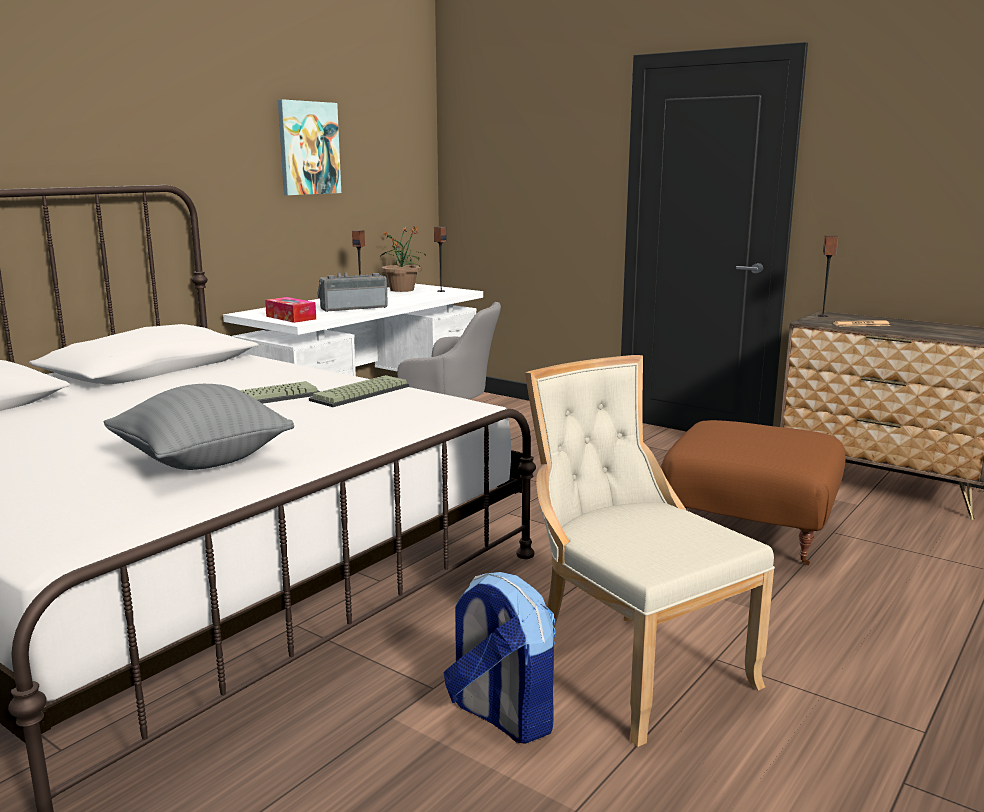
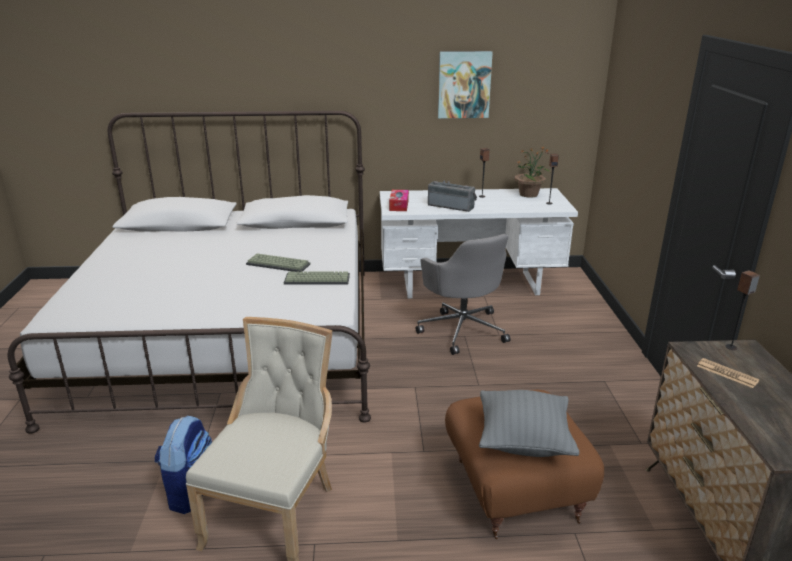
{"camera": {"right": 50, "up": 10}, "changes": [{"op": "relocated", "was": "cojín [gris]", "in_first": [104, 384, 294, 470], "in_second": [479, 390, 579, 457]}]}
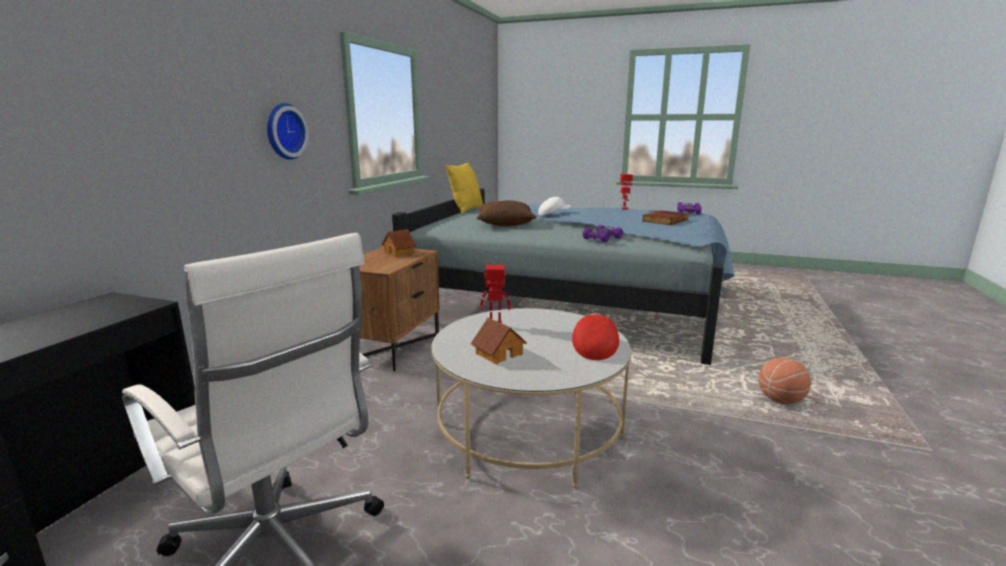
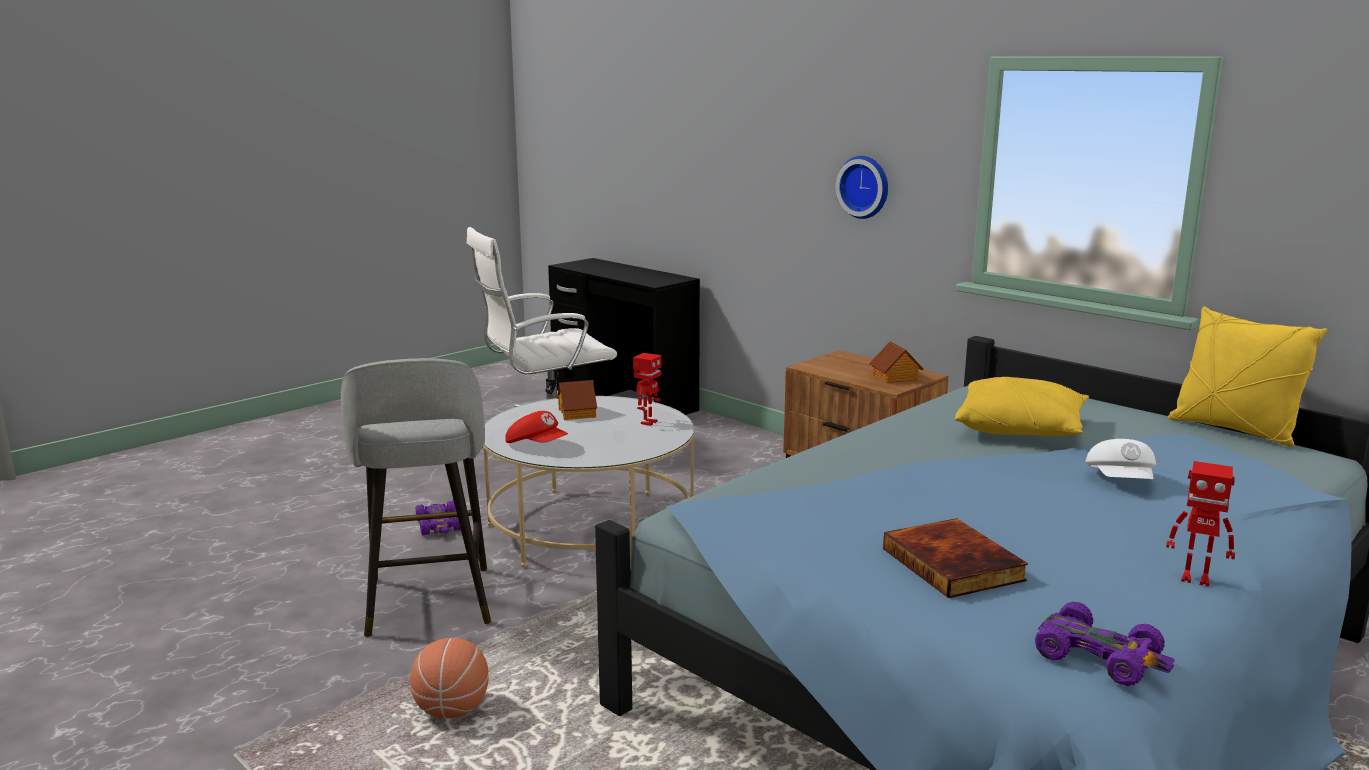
{"camera": {"right": 115, "up": 0}, "changes": [{"op": "colour", "was": "cojín [marrón]", "now": "cojín [amarillo]", "in_first": [477, 200, 537, 226], "in_second": [955, 377, 1089, 436]}, {"op": "relocated", "was": "coche de juguete [morado]", "in_first": [583, 225, 623, 242], "in_second": [416, 500, 461, 536]}, {"op": "appeared", "now": "taburete [gris]", "in_second": [341, 358, 491, 637]}]}
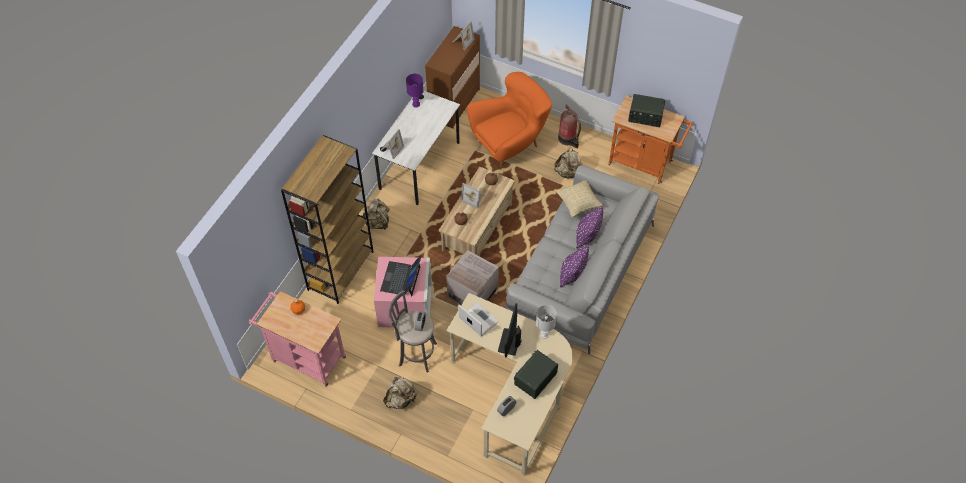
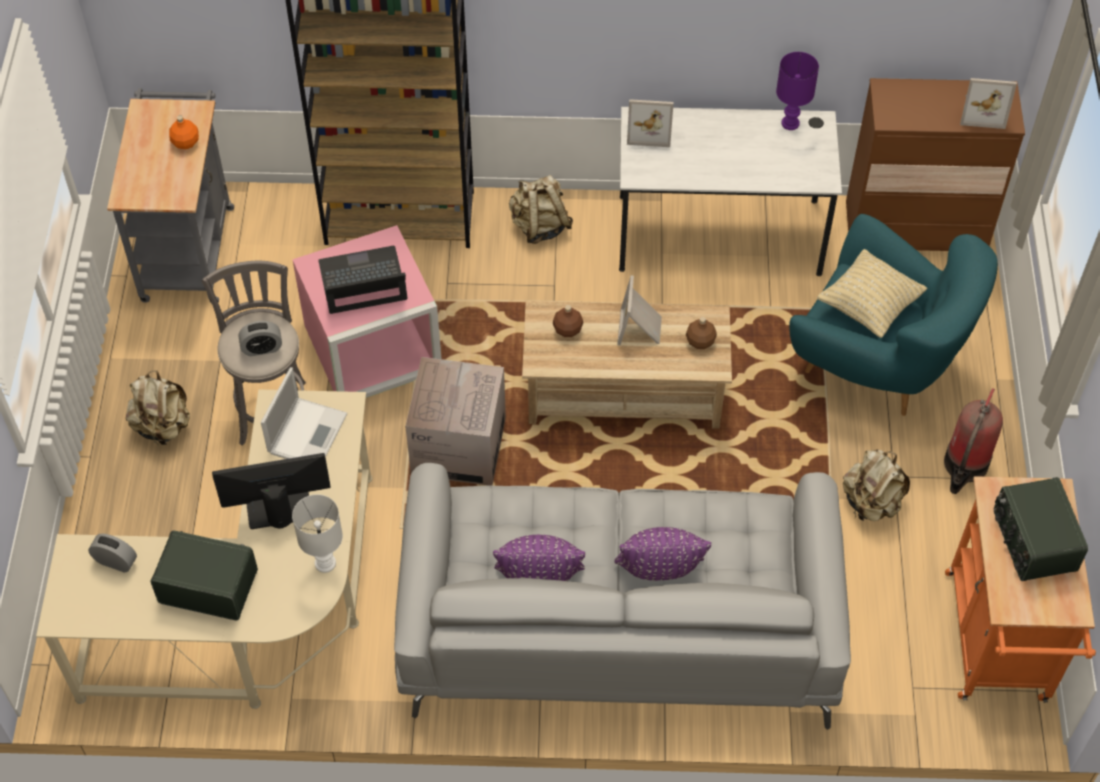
{"camera": {"right": 65, "up": 0}, "changes": [{"op": "colour", "was": "carrito [rosa]", "now": "carrito [gris]", "in_first": [249, 291, 346, 386], "in_second": [107, 88, 234, 303]}, {"op": "colour", "was": "sillón [naranja]", "now": "sillón [turquesa]", "in_first": [467, 72, 552, 167], "in_second": [789, 214, 998, 416]}, {"op": "relocated", "was": "cojín [beis]", "in_first": [556, 180, 602, 217], "in_second": [817, 249, 927, 338]}]}
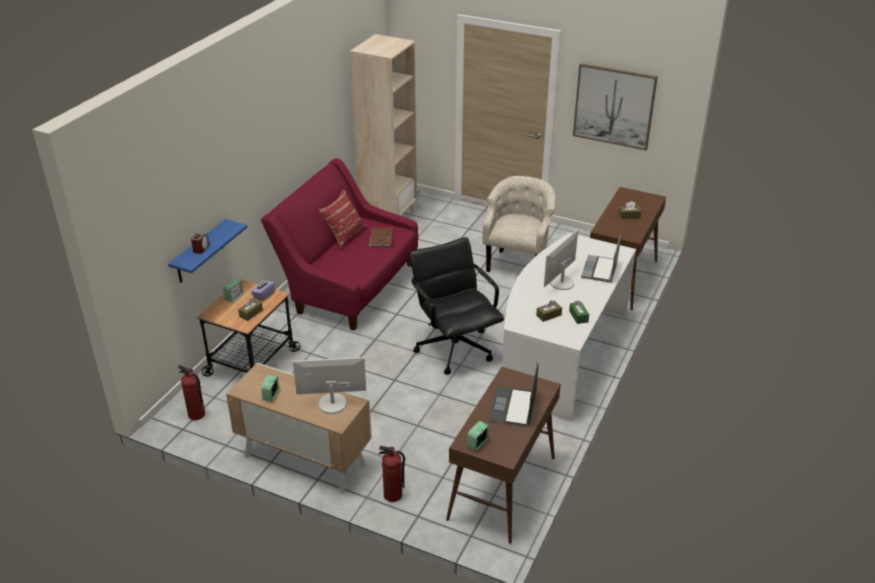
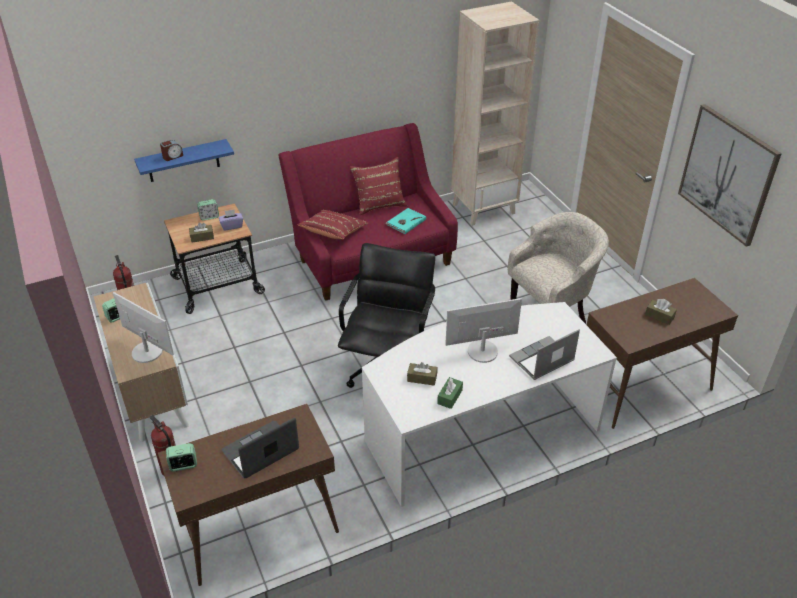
{"camera": {"right": 40, "up": 5}, "changes": [{"op": "colour", "was": "libro [marrón]", "now": "libro [turquesa]", "in_first": [369, 228, 394, 247], "in_second": [385, 208, 426, 234]}, {"op": "appeared", "now": "cojín [rojo]", "in_second": [298, 210, 368, 239]}]}
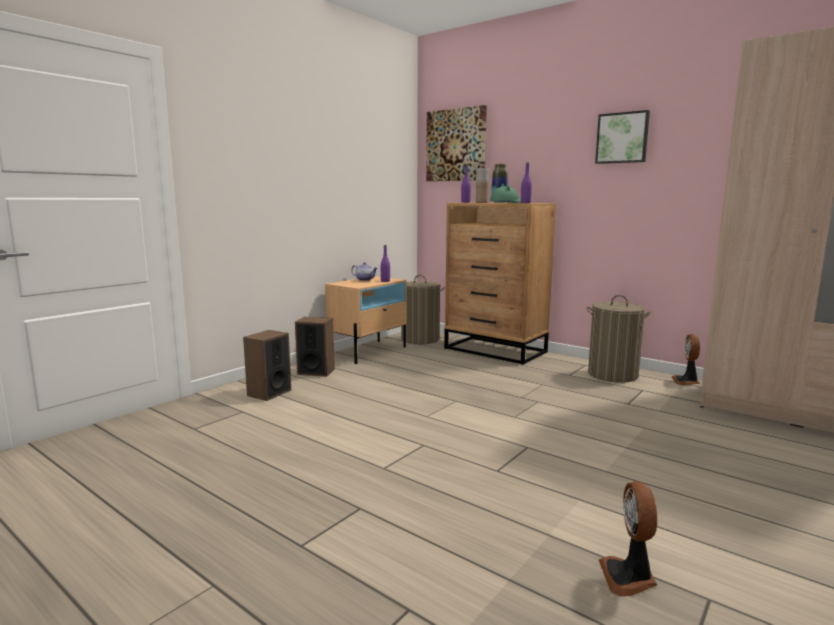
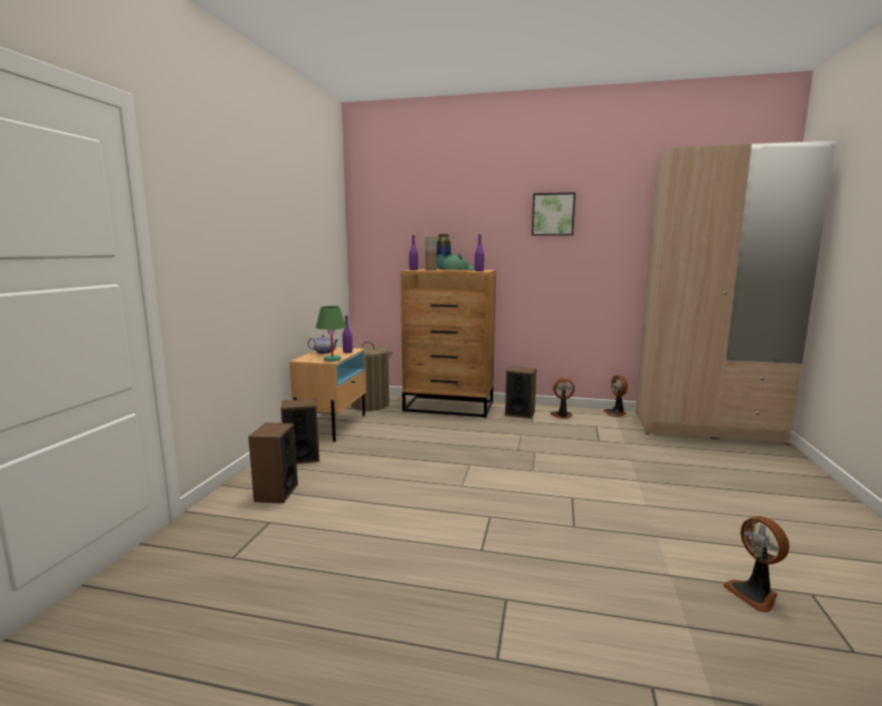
{"camera": {"right": -25, "up": 0}, "changes": [{"op": "missing", "was": "cuadro", "in_first": [426, 105, 487, 181]}, {"op": "exchanged", "was": "cesto de la ropa", "now": "ventilador", "in_first": [586, 295, 651, 383], "in_second": [550, 377, 575, 419]}, {"op": "appeared", "now": "lámpara de mesa [verde]", "in_second": [316, 306, 346, 361]}, {"op": "appeared", "now": "altavoz", "in_second": [505, 367, 536, 419]}]}
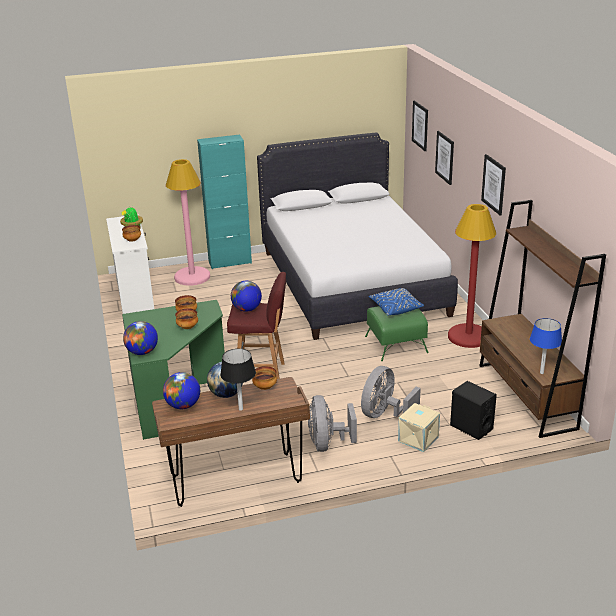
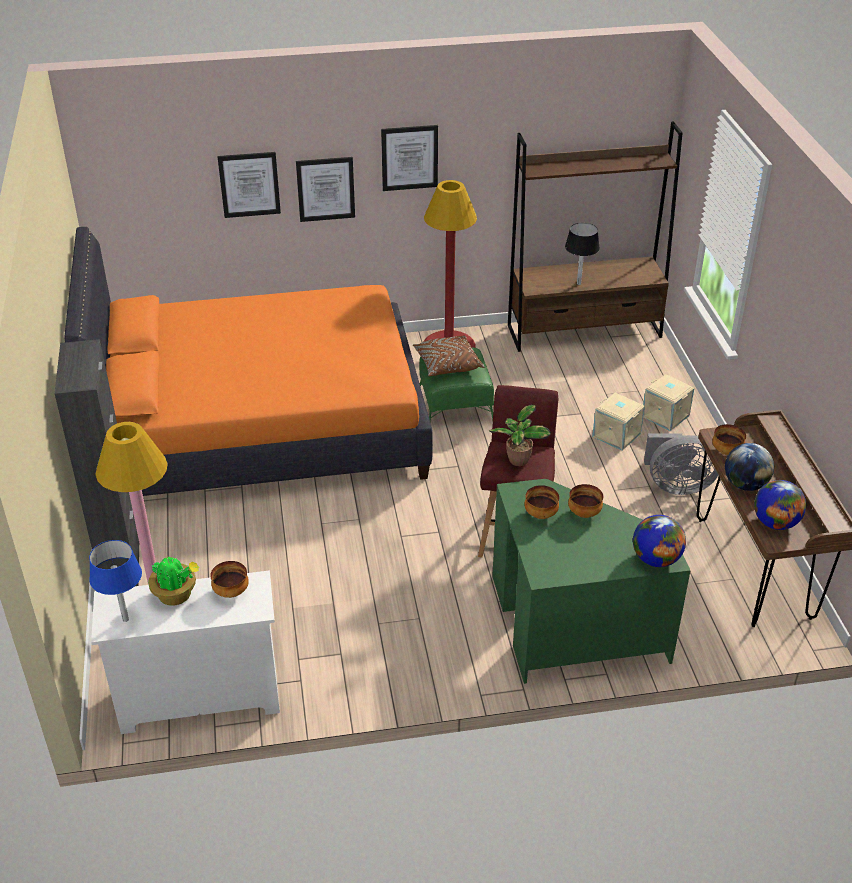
{"camera": {"right": -85, "up": 10}, "changes": [{"op": "colour", "was": "armario [turquesa]", "now": "armario [negro]", "in_first": [197, 135, 252, 269], "in_second": [55, 339, 139, 586]}, {"op": "relocated", "was": "lámpara de mesa [negro]", "in_first": [220, 348, 256, 411], "in_second": [565, 223, 600, 285]}, {"op": "exchanged", "was": "globo terráqueo", "now": "planta en maceta", "in_first": [231, 281, 262, 312], "in_second": [489, 404, 551, 466]}, {"op": "colour", "was": "cama [blanco]", "now": "cama [naranja]", "in_first": [257, 132, 458, 340], "in_second": [64, 227, 433, 496]}, {"op": "exchanged", "was": "ventilador [gris]", "now": "caja de almacenaje [beis]", "in_first": [361, 366, 421, 418], "in_second": [592, 393, 645, 451]}, {"op": "colour", "was": "cojín [azul]", "now": "cojín [marrón]", "in_first": [369, 288, 424, 316], "in_second": [413, 335, 485, 376]}, {"op": "relocated", "was": "cuadro", "in_first": [412, 100, 428, 151], "in_second": [296, 157, 355, 222]}, {"op": "missing", "was": "altavoz [negro]", "in_first": [450, 381, 497, 440]}, {"op": "relocated", "was": "lámpara de mesa [azul]", "in_first": [530, 318, 562, 374], "in_second": [89, 540, 142, 622]}]}
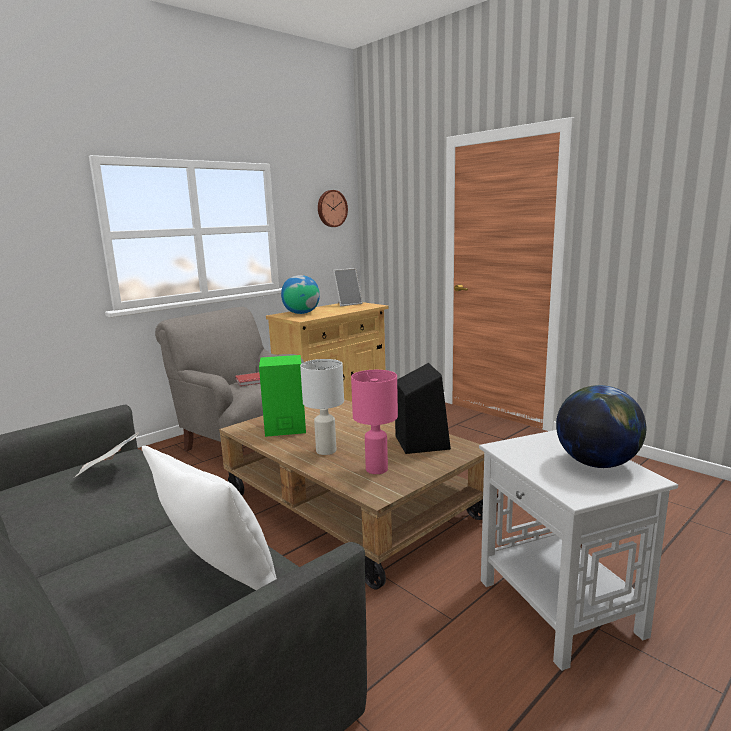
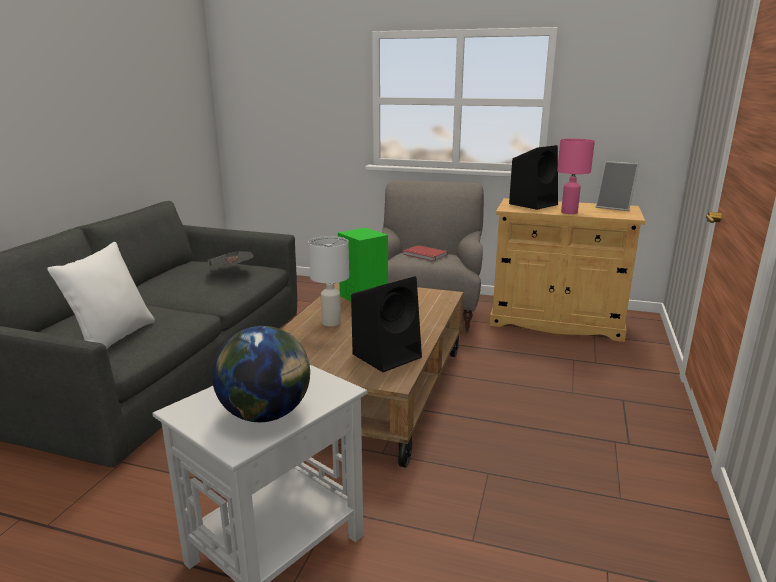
{"camera": {"right": 60, "up": 5}, "changes": [{"op": "exchanged", "was": "globo terráqueo", "now": "altavoz [negro]", "in_first": [281, 275, 320, 314], "in_second": [509, 145, 558, 210]}, {"op": "missing", "was": "reloj de pared", "in_first": [318, 190, 348, 227]}, {"op": "relocated", "was": "lámpara de mesa [rosa]", "in_first": [351, 370, 398, 474], "in_second": [557, 139, 595, 214]}]}
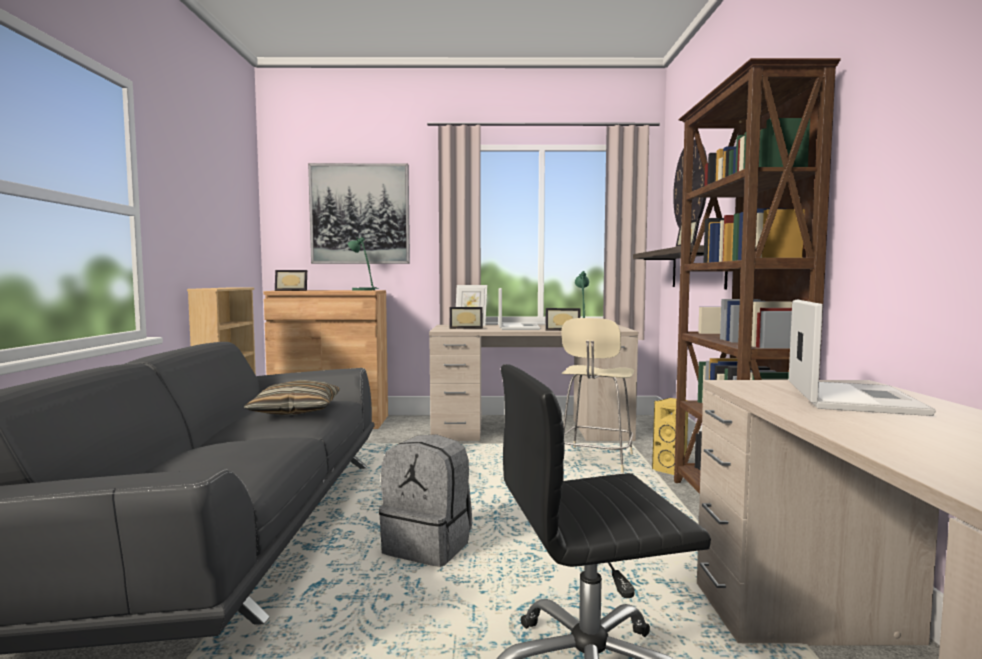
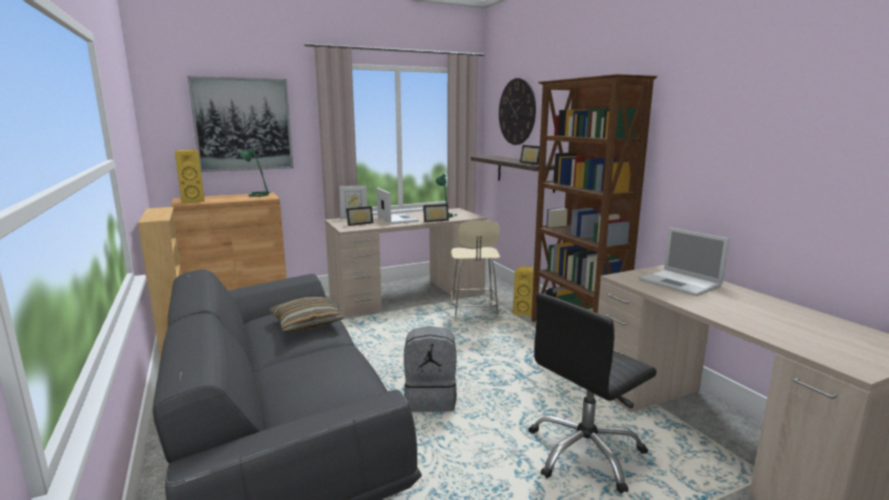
{"camera": {"right": -25, "up": 10}, "changes": [{"op": "exchanged", "was": "portarretratos", "now": "altavoz [amarillo]", "in_first": [275, 270, 307, 291], "in_second": [175, 150, 205, 203]}, {"op": "spun", "was": "portátil", "in_first": [789, 299, 936, 416], "in_second": [639, 227, 729, 296], "clockwise": 150}]}
